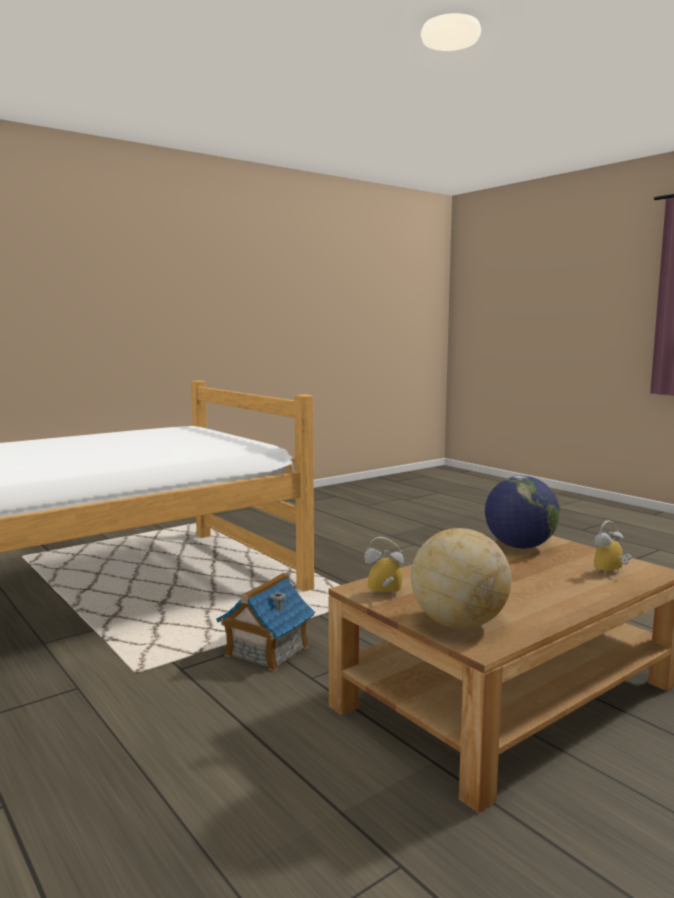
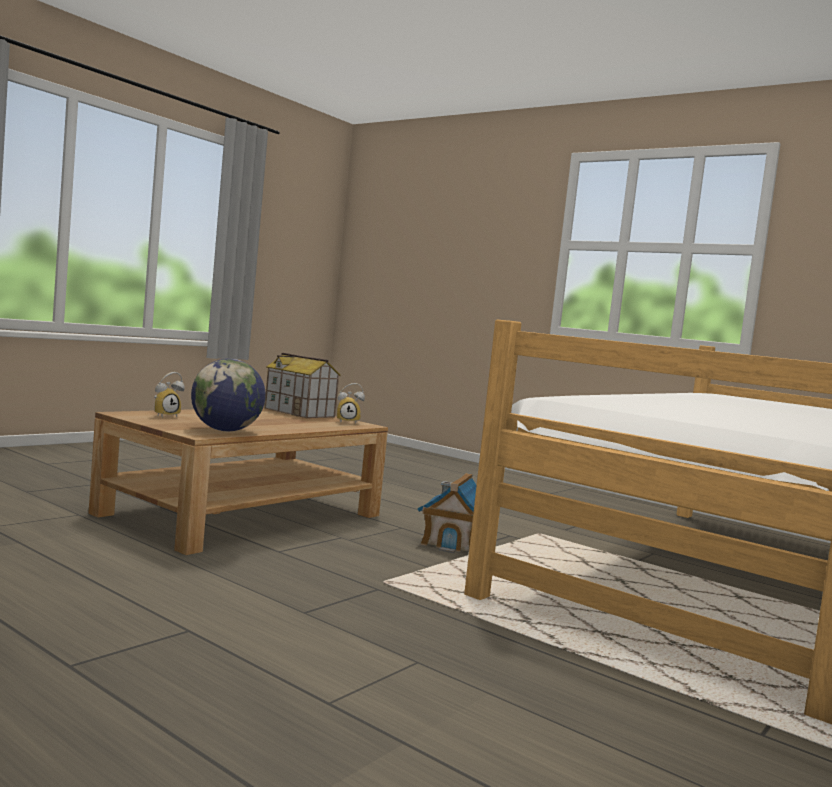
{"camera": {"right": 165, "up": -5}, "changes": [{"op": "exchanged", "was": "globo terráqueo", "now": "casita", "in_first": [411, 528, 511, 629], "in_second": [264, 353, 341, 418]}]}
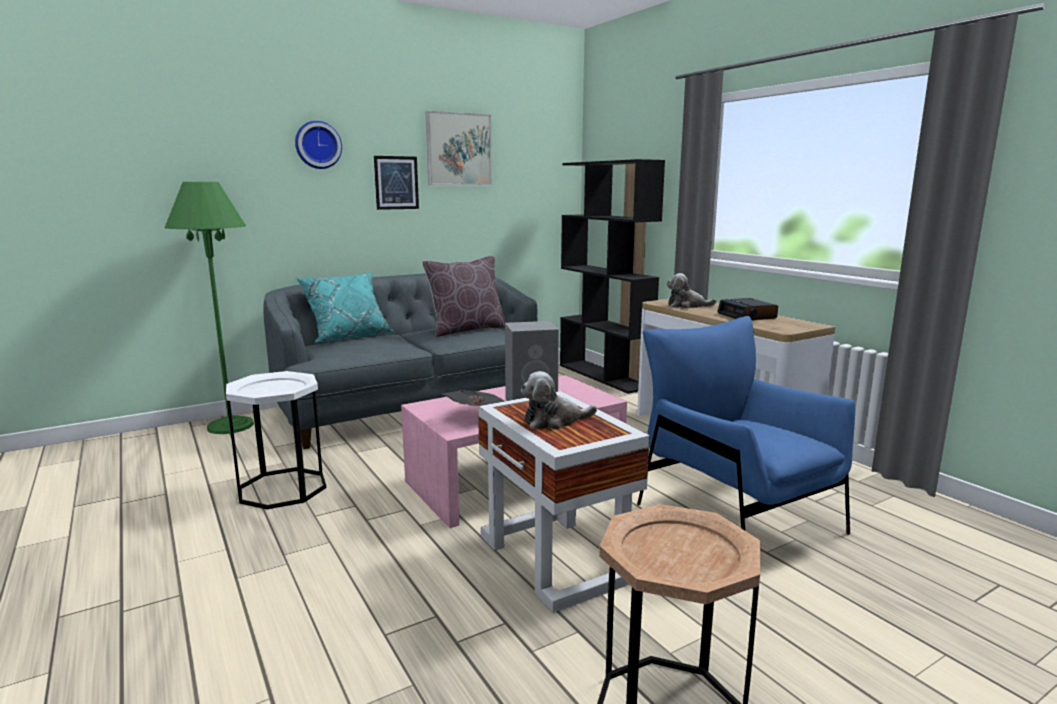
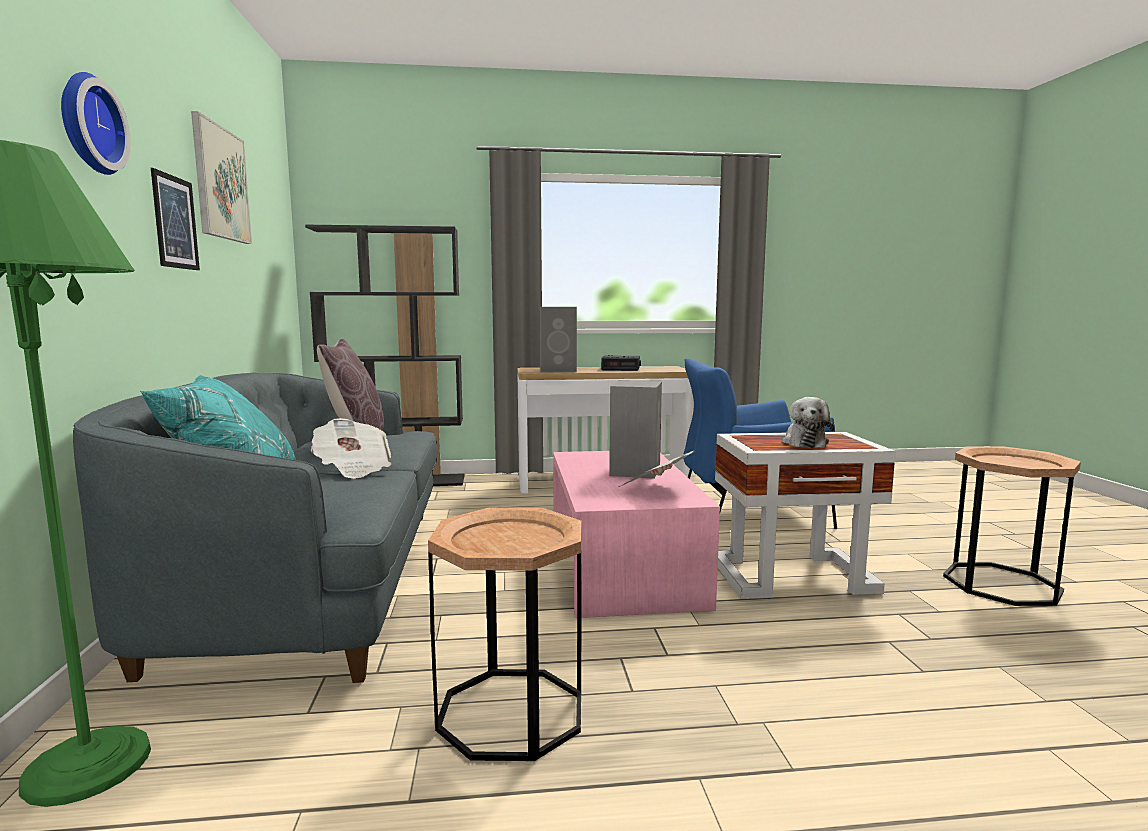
{"camera": {"right": -65, "up": -5}, "changes": [{"op": "colour", "was": "mesa auxiliar [blanco]", "now": "mesa auxiliar [marrón]", "in_first": [226, 371, 326, 509], "in_second": [428, 508, 582, 761]}, {"op": "exchanged", "was": "peluche", "now": "altavoz [gris]", "in_first": [667, 273, 717, 308], "in_second": [540, 307, 577, 372]}, {"op": "appeared", "now": "periódico", "in_second": [311, 418, 391, 479]}]}
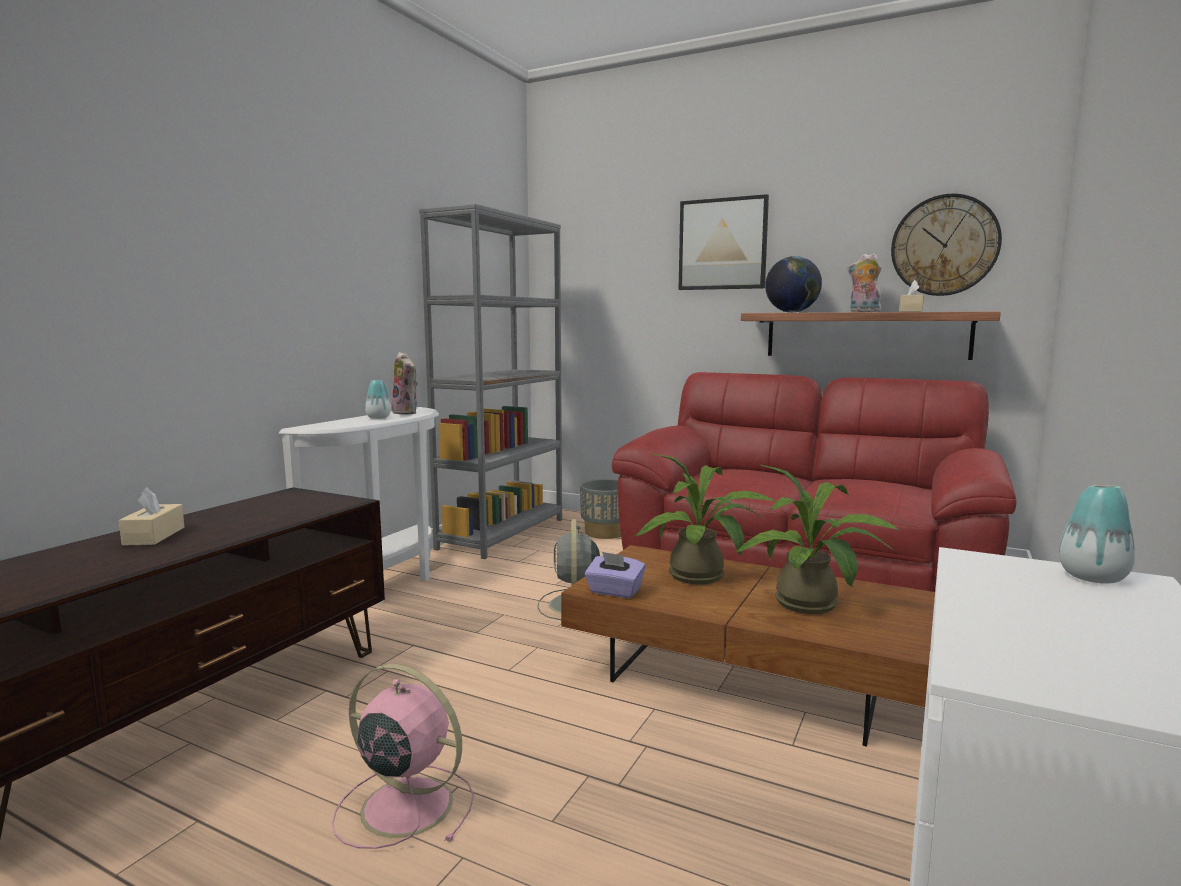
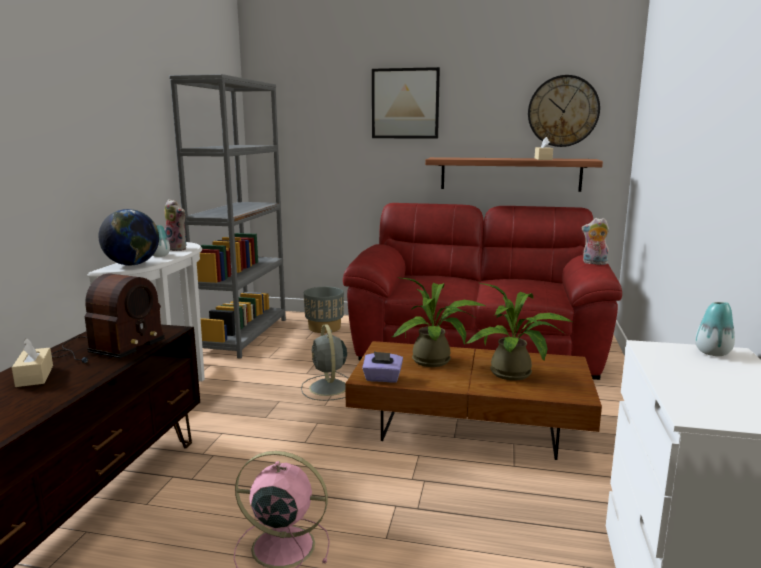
{"camera": {"right": -15, "up": 5}, "changes": [{"op": "relocated", "was": "globo terráqueo", "in_first": [765, 256, 822, 313], "in_second": [99, 209, 159, 266]}, {"op": "relocated", "was": "peluche", "in_first": [848, 253, 882, 312], "in_second": [582, 218, 610, 265]}, {"op": "appeared", "now": "radio", "in_second": [51, 274, 165, 363]}]}
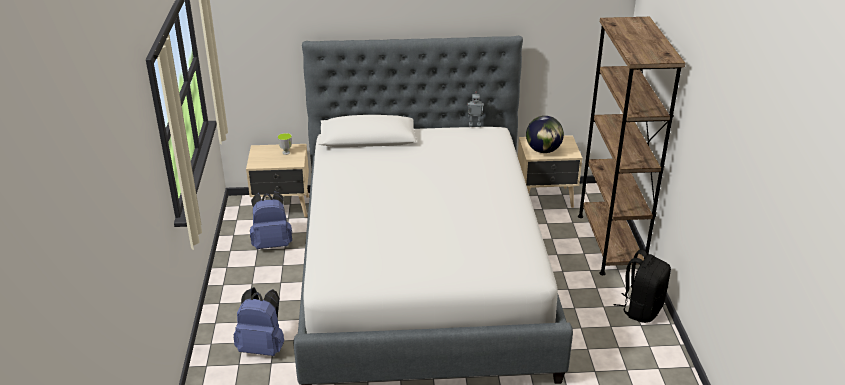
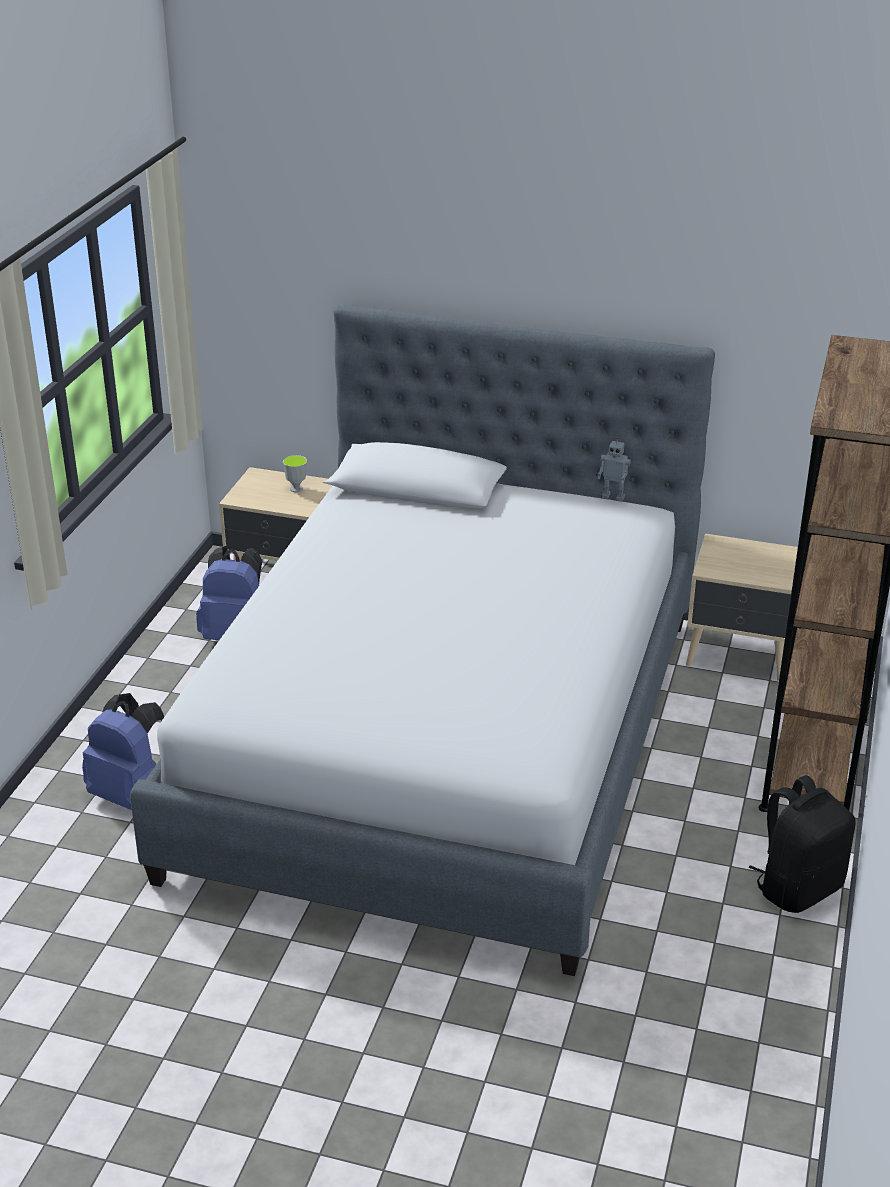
{"camera": {"right": 20, "up": 0}, "changes": [{"op": "missing", "was": "globo terráqueo", "in_first": [526, 116, 564, 153]}]}
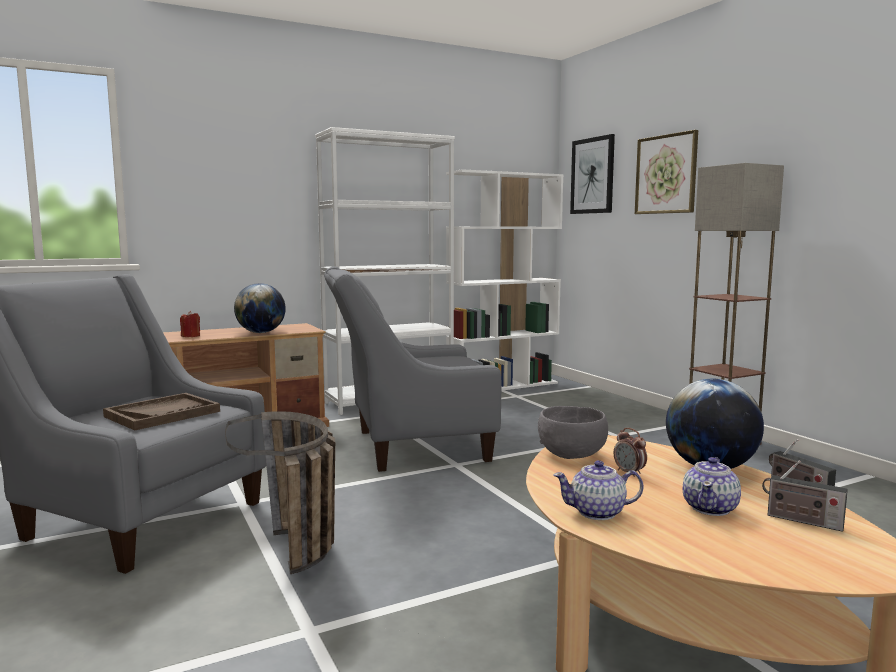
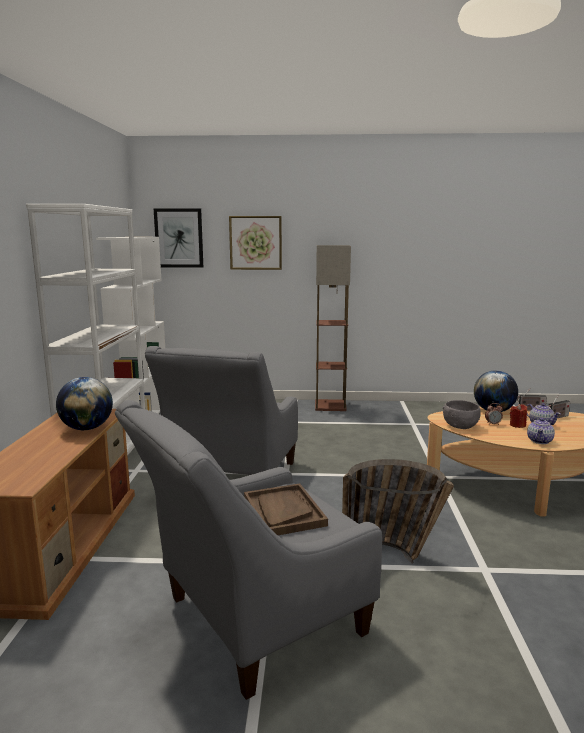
{"camera": {"right": -60, "up": 5}, "changes": [{"op": "relocated", "was": "vela [rojo]", "in_first": [180, 311, 200, 337], "in_second": [510, 404, 527, 428]}]}
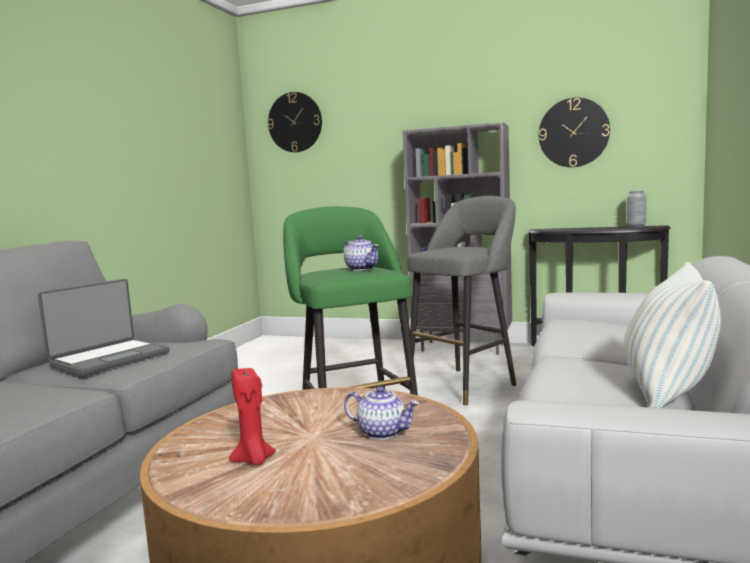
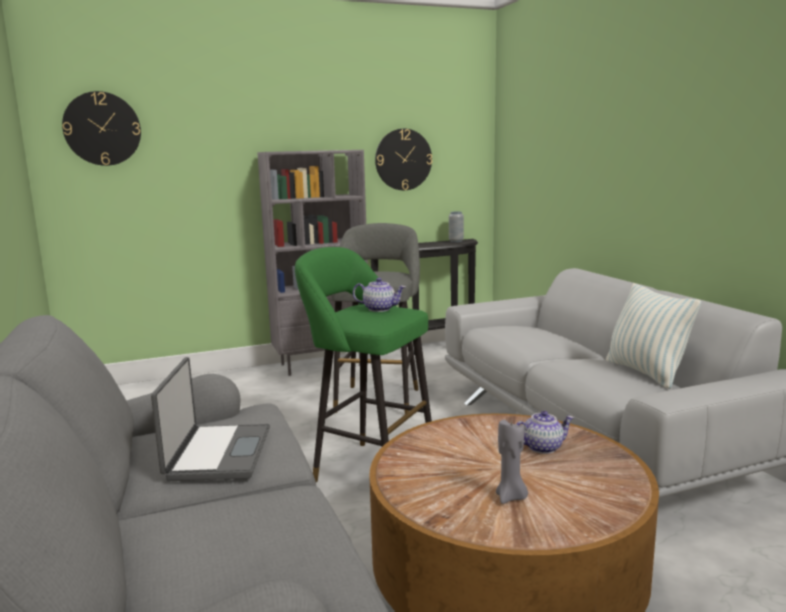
{"camera": {"right": -40, "up": 5}, "changes": [{"op": "colour", "was": "vela [rojo]", "now": "vela [gris]", "in_first": [229, 368, 276, 465], "in_second": [496, 420, 528, 504]}]}
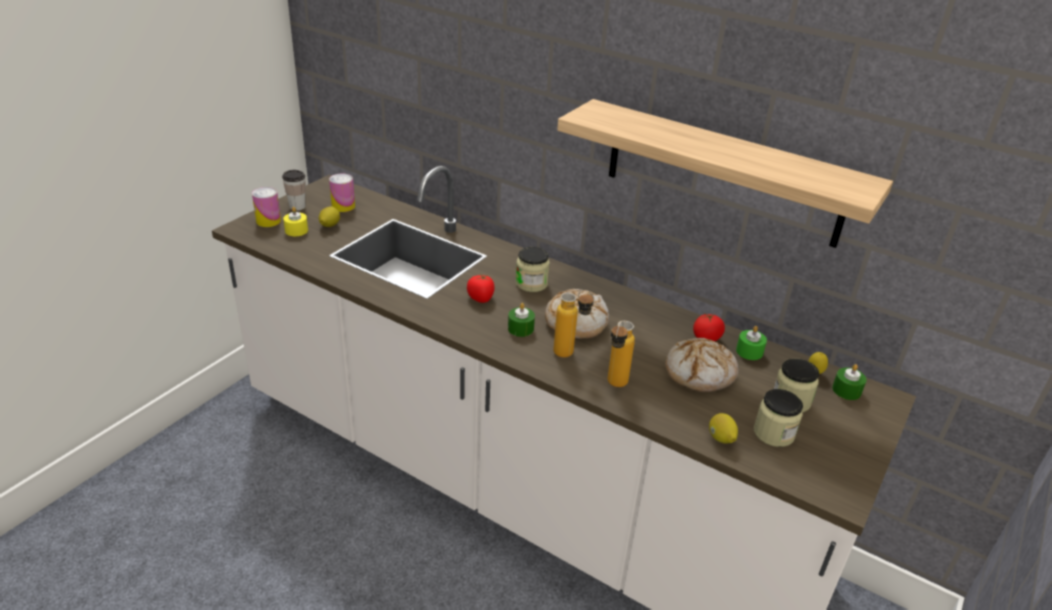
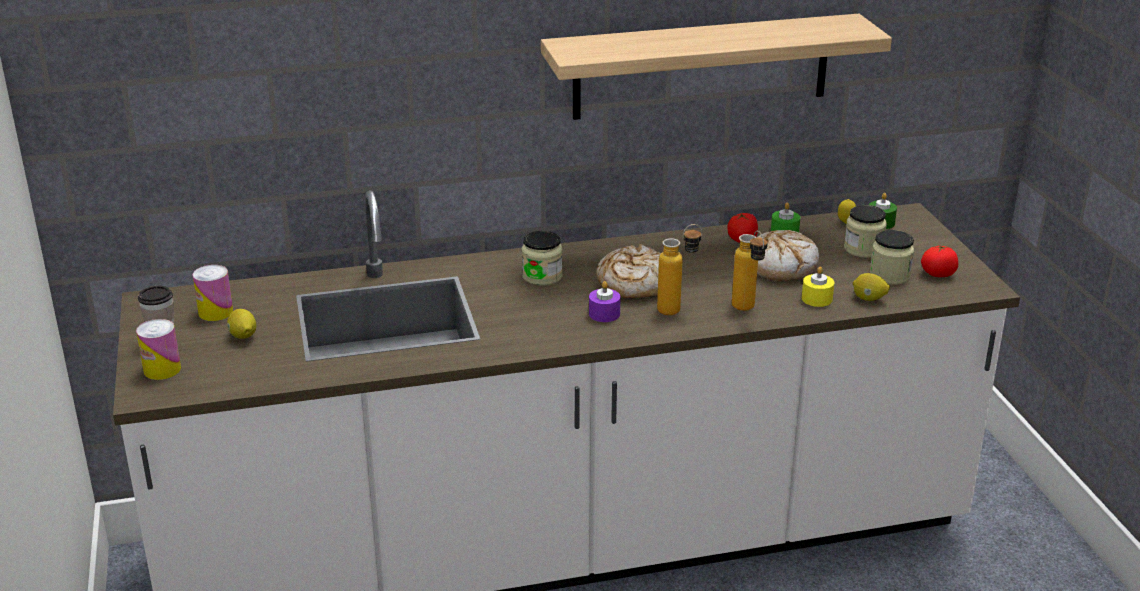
{"camera": {"right": -45, "up": -5}, "changes": [{"op": "relocated", "was": "vela [amarillo]", "in_first": [283, 207, 308, 236], "in_second": [802, 266, 834, 307]}, {"op": "relocated", "was": "tomate", "in_first": [467, 274, 495, 303], "in_second": [921, 244, 958, 277]}, {"op": "colour", "was": "vela [verde]", "now": "vela [morado]", "in_first": [508, 303, 535, 337], "in_second": [589, 281, 621, 322]}]}
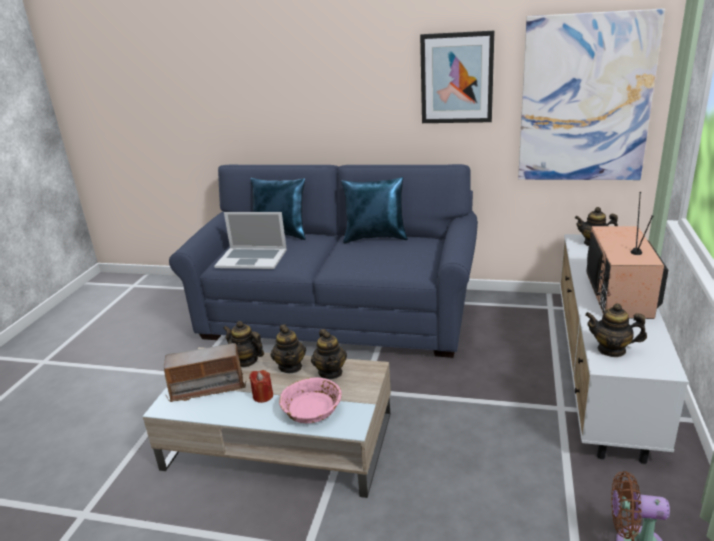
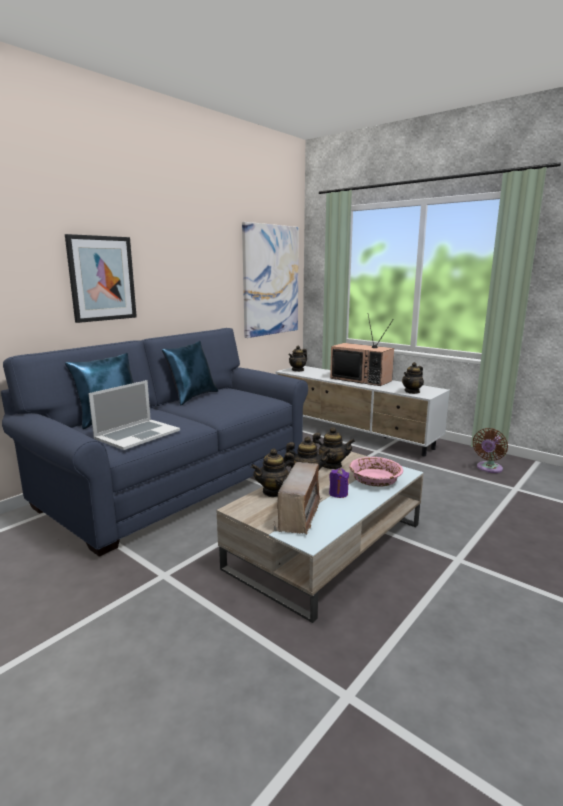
{"camera": {"right": -65, "up": -10}, "changes": [{"op": "colour", "was": "vela [rojo]", "now": "vela [morado]", "in_first": [249, 370, 273, 403], "in_second": [329, 468, 349, 498]}, {"op": "relocated", "was": "cuadro", "in_first": [420, 31, 495, 123], "in_second": [65, 234, 137, 323]}]}
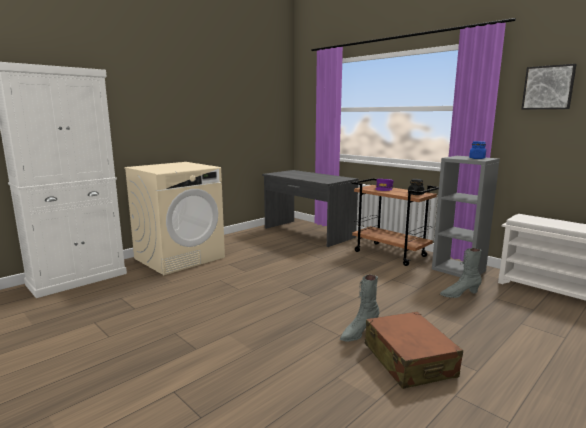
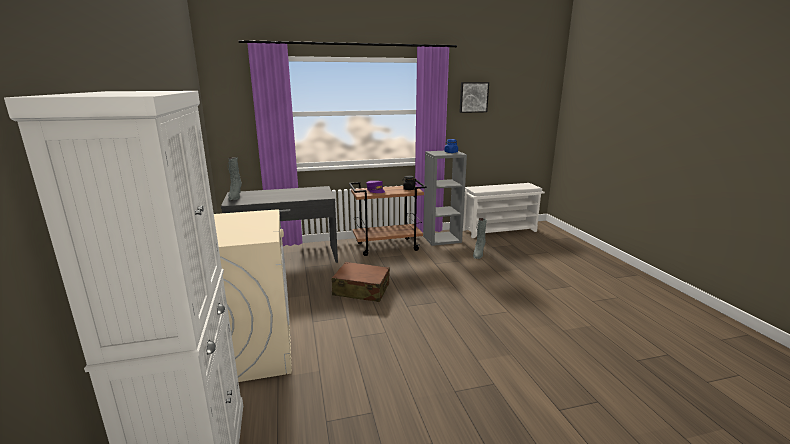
{"camera": {"right": -60, "up": 5}, "changes": [{"op": "relocated", "was": "bota [gris]", "in_first": [340, 275, 380, 342], "in_second": [228, 157, 242, 200]}, {"op": "relocated", "was": "maleta [marrón]", "in_first": [365, 312, 463, 389], "in_second": [332, 262, 390, 302]}]}
